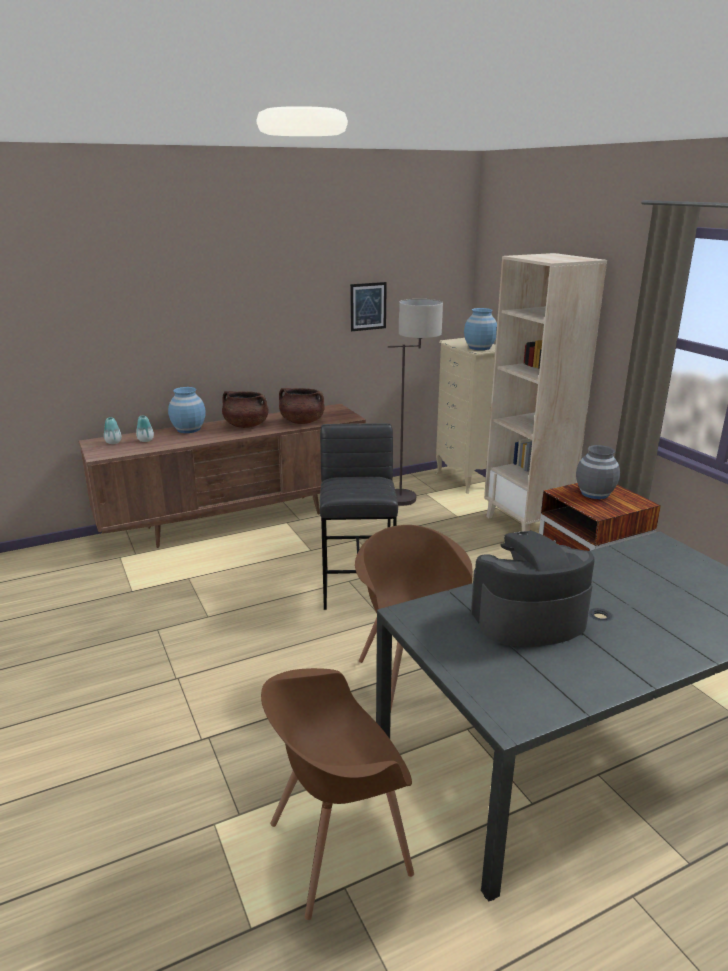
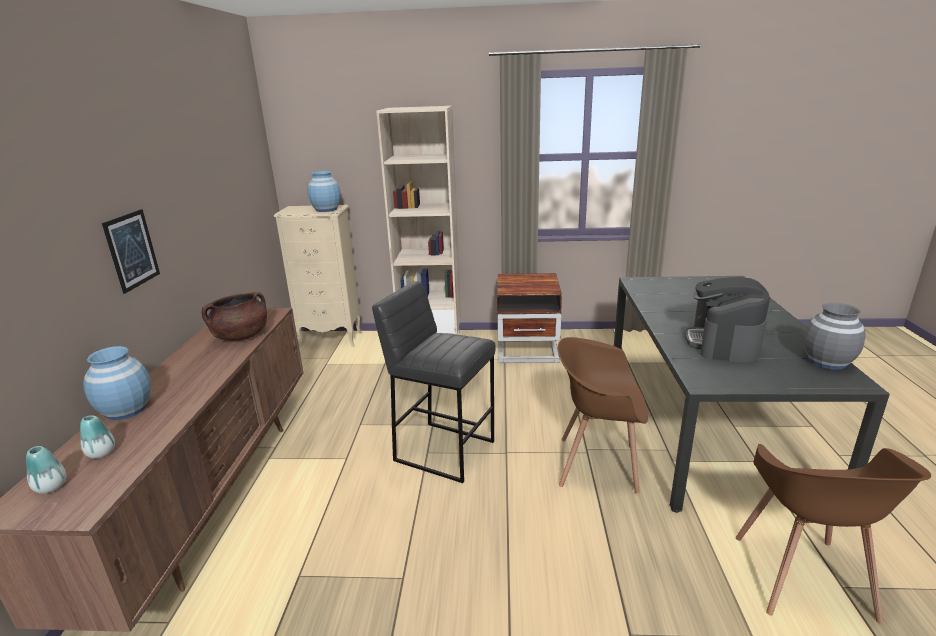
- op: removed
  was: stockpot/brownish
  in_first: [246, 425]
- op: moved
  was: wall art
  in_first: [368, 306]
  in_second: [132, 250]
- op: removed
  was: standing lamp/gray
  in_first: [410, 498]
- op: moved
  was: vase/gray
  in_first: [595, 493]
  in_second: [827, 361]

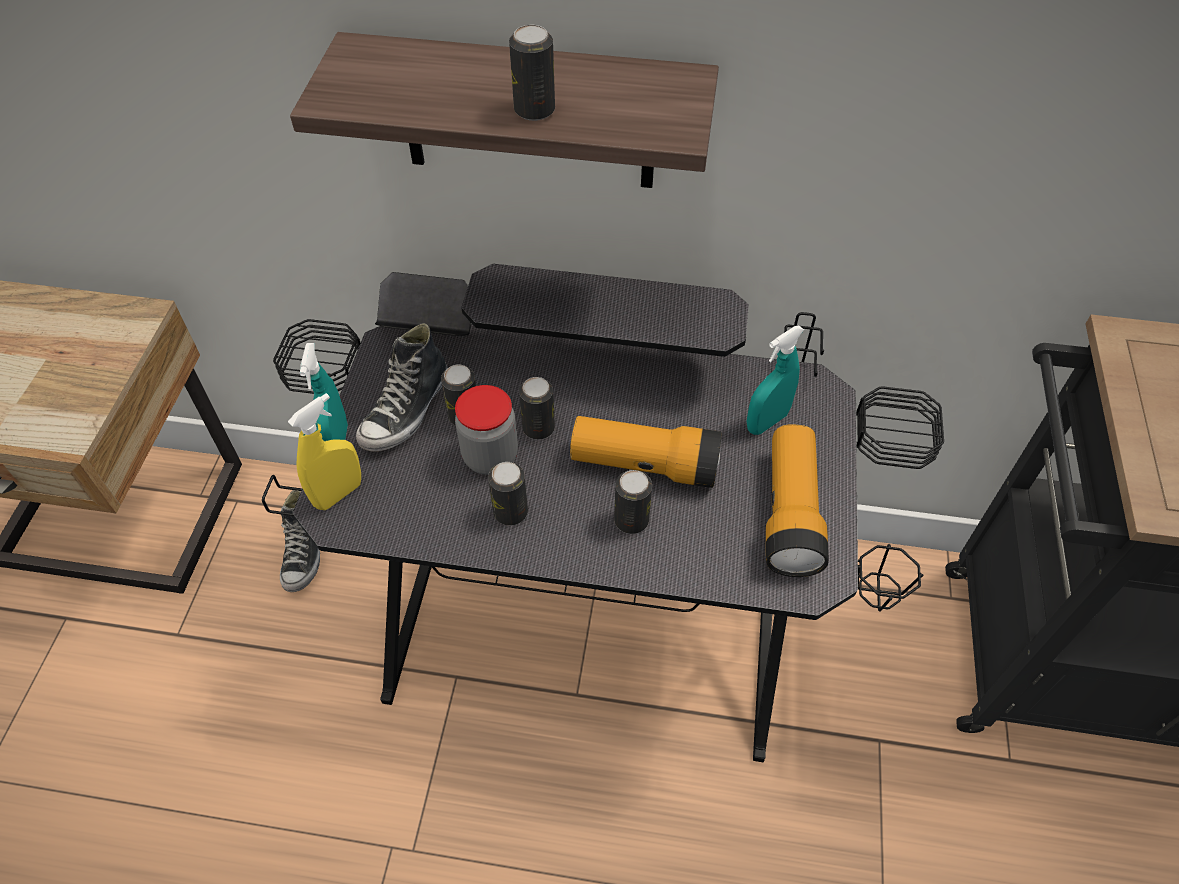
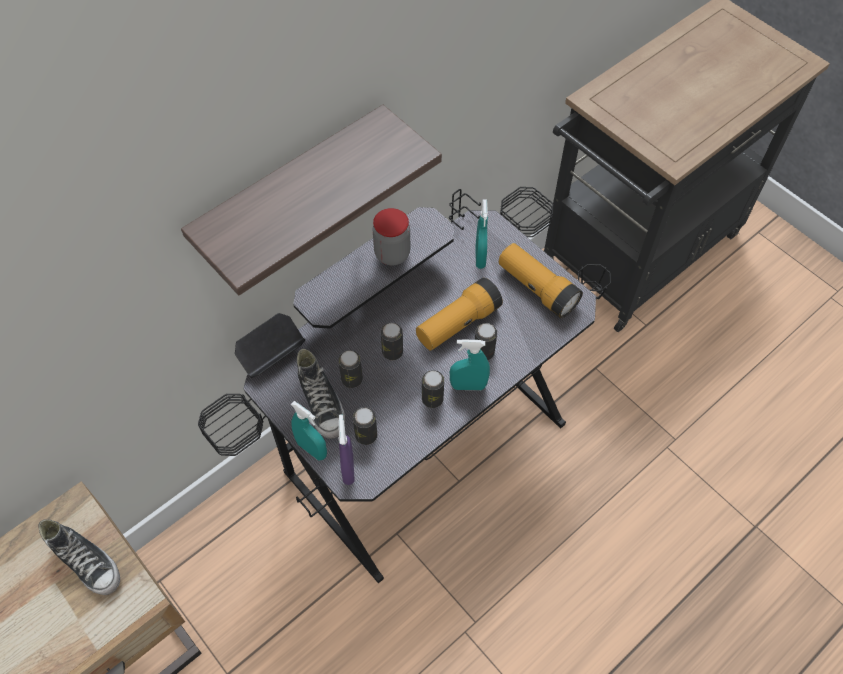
- op: moved
  was: low shoe
  in_first: [304, 553]
  in_second: [87, 562]
- op: recoloured
  was: hand sprayer/yellow
  now: hand sprayer/purple-coloured
  in_first: [339, 494]
  in_second: [348, 469]
- op: moved
  was: preserve jar
  in_first: [490, 456]
  in_second: [392, 254]
- op: moved
  was: sealed can
  in_first: [534, 110]
  in_second: [366, 435]
- op: added
  now: hand sprayer/turquoise
  in_second: [468, 386]

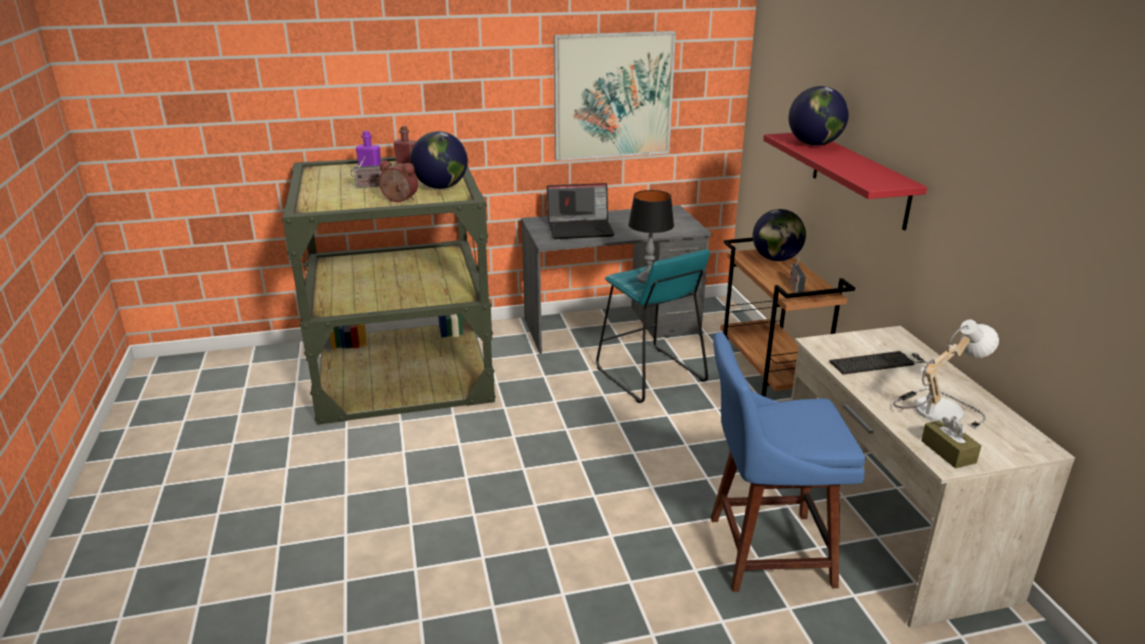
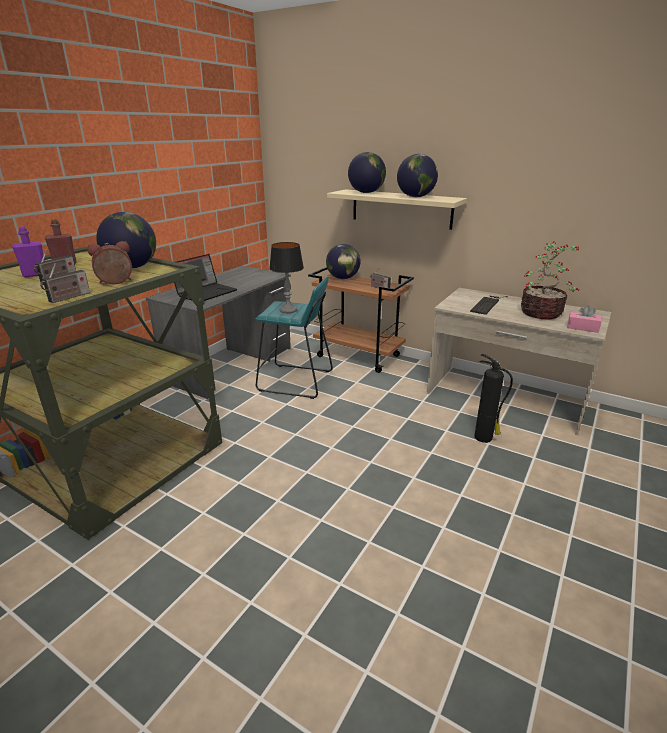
- op: removed
  was: wall art
  in_first: [613, 96]
- op: replaced
  was: sitting stool/blue
  now: extinguisher
  in_first: [763, 550]
  in_second: [484, 438]
- op: recoloured
  was: wall shelf/red-coloured
  now: wall shelf/beige-coloured
  in_first: [859, 179]
  in_second: [401, 209]
- op: replaced
  was: tabletop lamp
  now: plant in a pot
  in_first: [936, 408]
  in_second: [542, 313]
- op: recoloured
  was: tissue holder/brownish
  now: tissue holder/pink
  in_first: [948, 452]
  in_second: [582, 327]
- op: added
  now: radio set
  in_second: [68, 298]
- op: added
  now: world globe
  in_second: [416, 197]

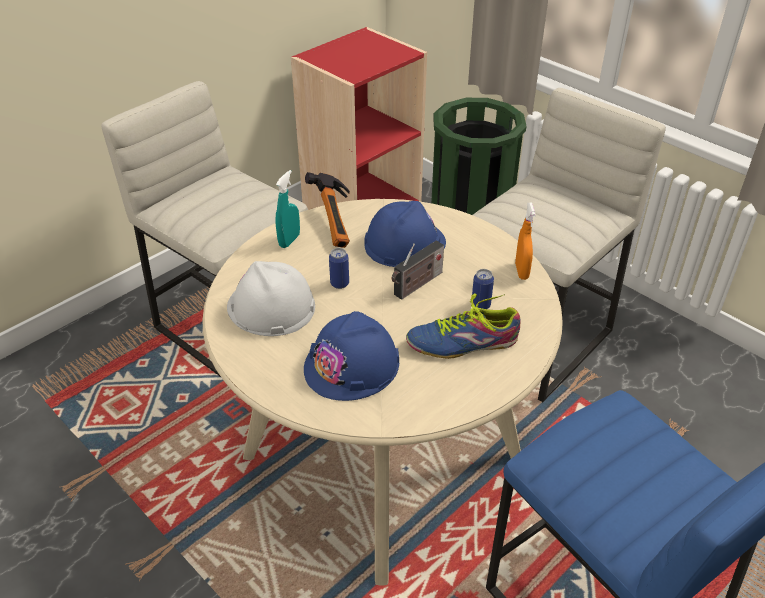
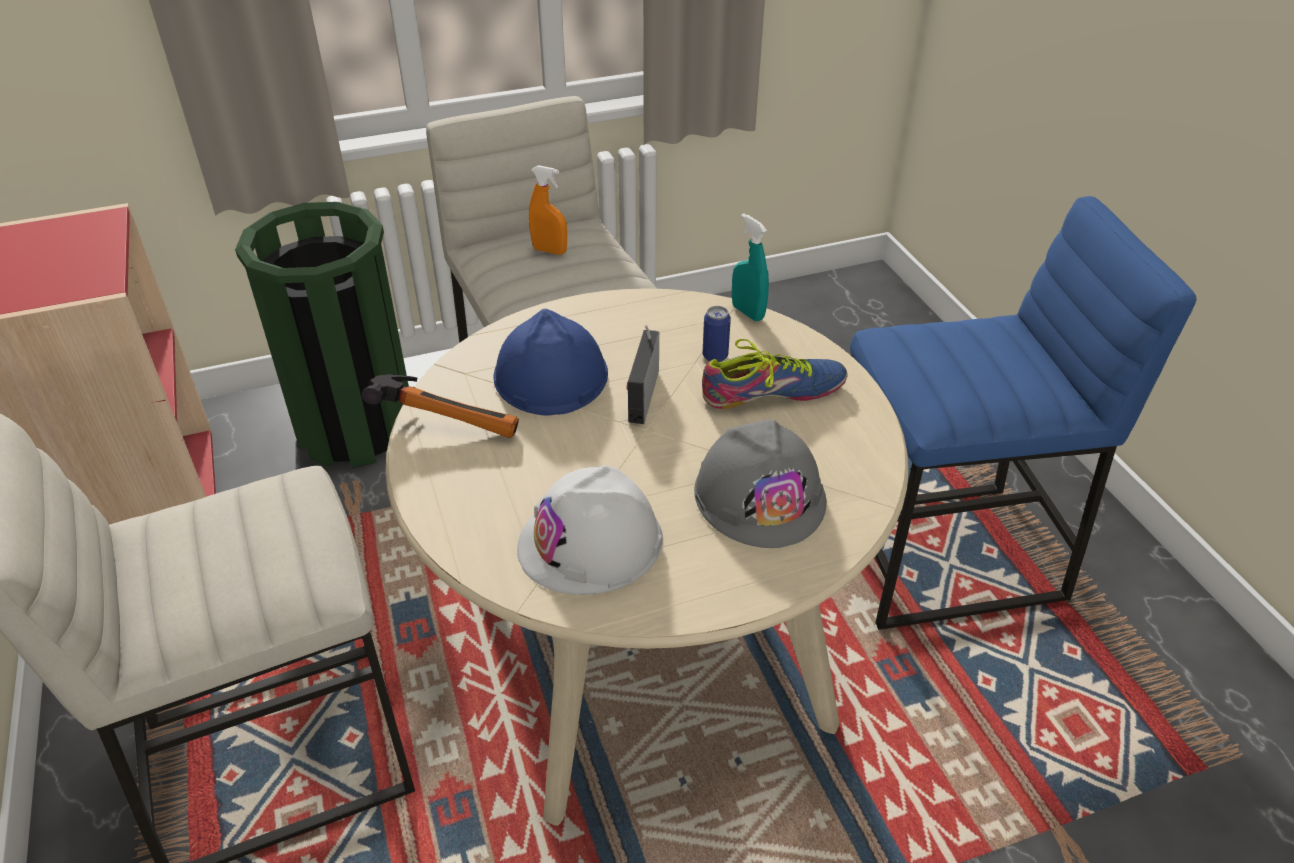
- op: moved
  was: hand sprayer/turquoise
  in_first: [289, 240]
  in_second: [747, 312]
- op: recoloured
  was: safety helmet/blue
  now: safety helmet/gray
  in_first: [352, 365]
  in_second: [760, 496]
- op: removed
  was: sealed can
  in_first: [339, 283]
- op: turned
  was: radio set
  in_first: [417, 285]
  in_second: [643, 393]
  clockwise: -150
- op: turned
  was: low shoe
  in_first: [463, 343]
  in_second: [772, 391]
  clockwise: -120
- op: moved
  was: hand sprayer/orangey
  in_first: [521, 271]
  in_second: [549, 251]

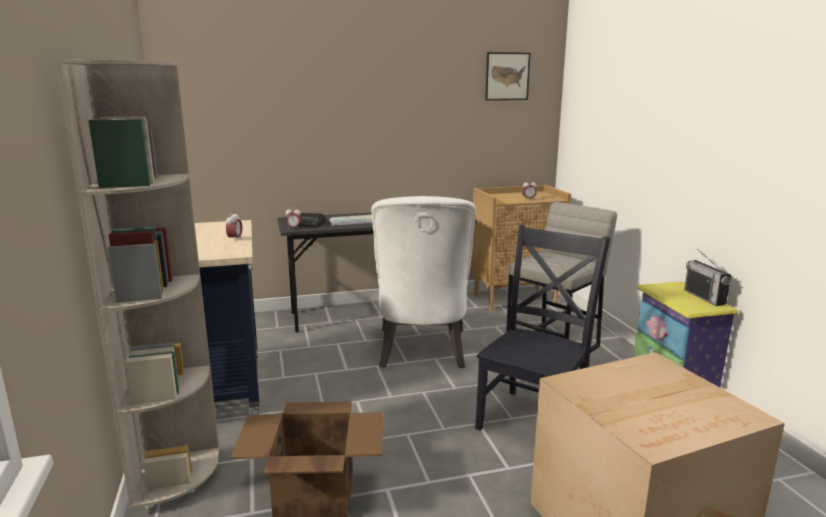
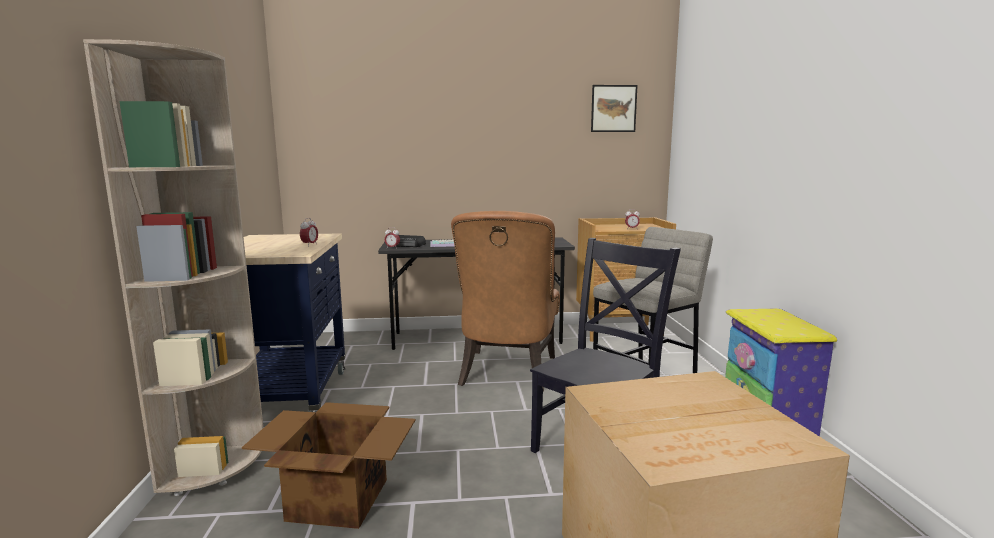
- op: recoloured
  was: upright chair/white
  now: upright chair/brownish
  in_first: [422, 348]
  in_second: [507, 371]
- op: removed
  was: radio set
  in_first: [704, 297]

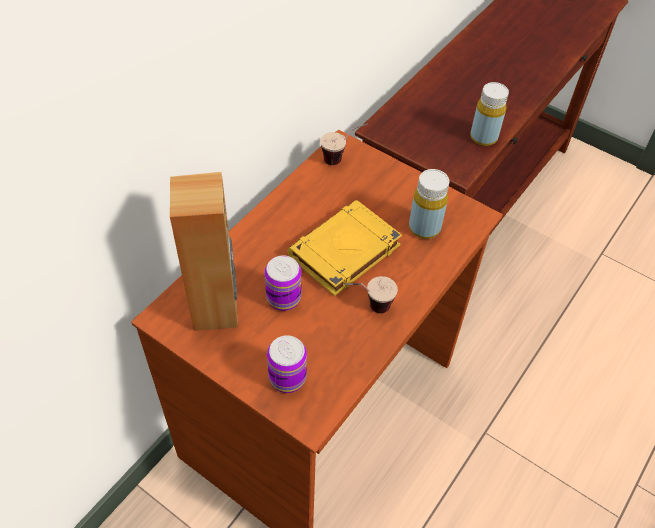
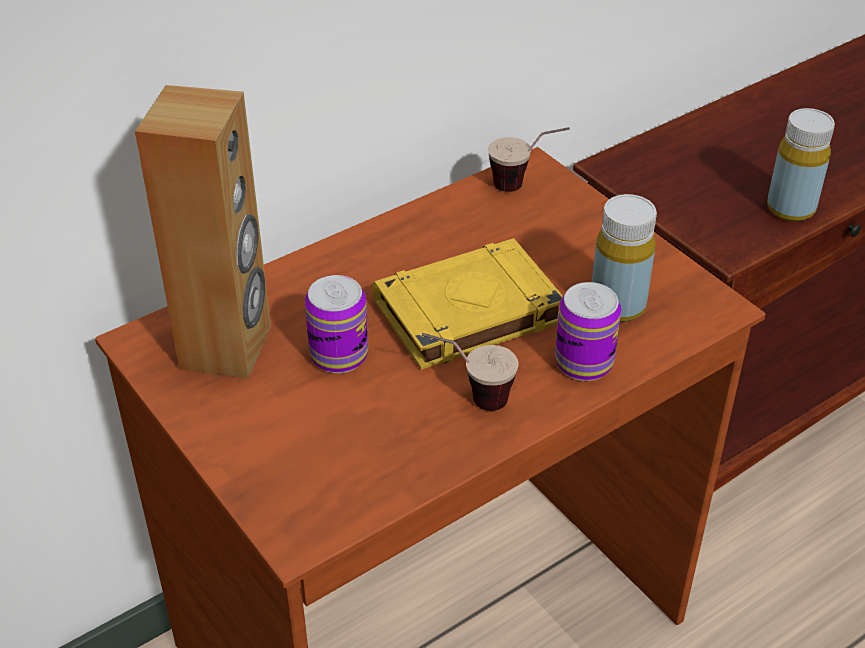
- op: moved
  was: sealed can
  in_first: [287, 378]
  in_second: [584, 362]

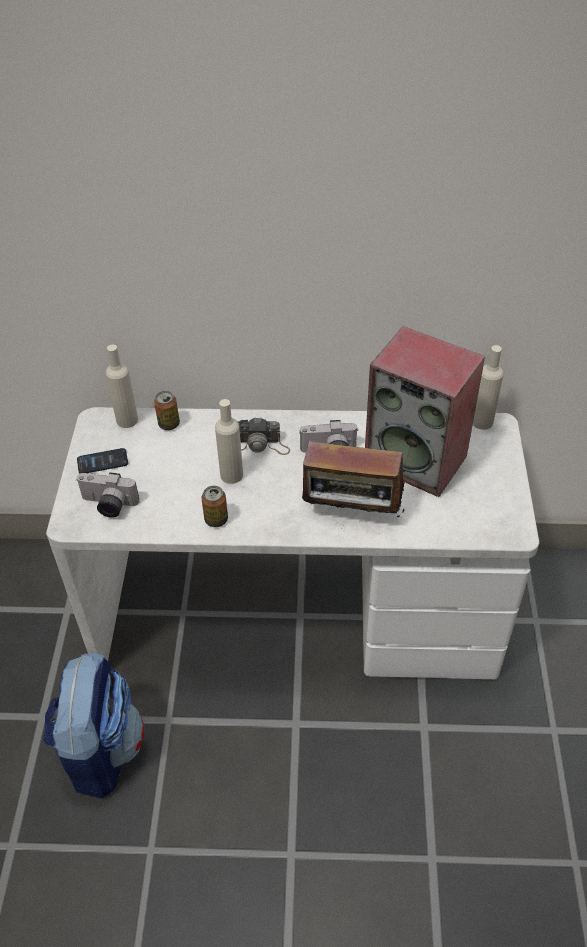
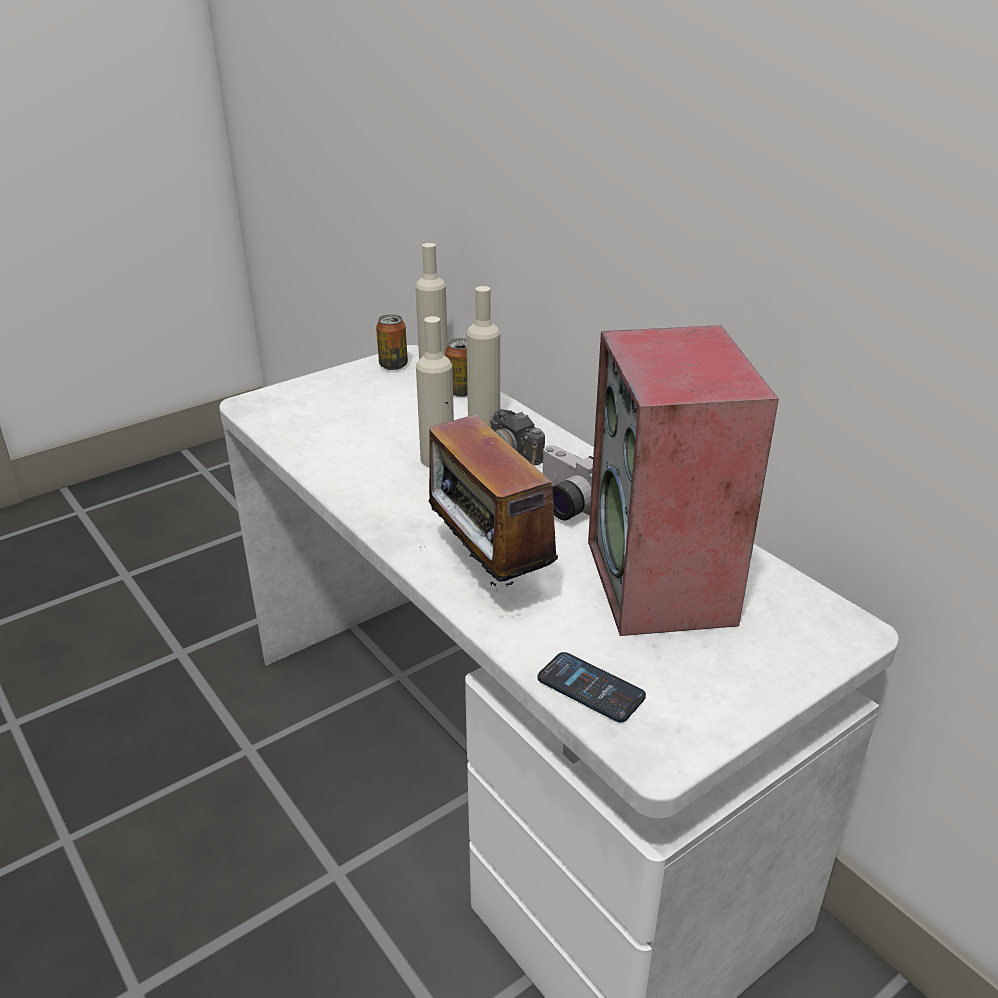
- op: removed
  was: backpack
  in_first: [100, 749]
- op: removed
  was: photo camera
  in_first: [108, 505]
- op: moved
  was: phone
  in_first: [102, 462]
  in_second: [590, 688]
- op: moved
  was: sealed can
  in_first: [216, 519]
  in_second: [393, 365]
- op: moved
  was: drink bottle/beige-coloured
  in_first: [482, 421]
  in_second: [484, 422]

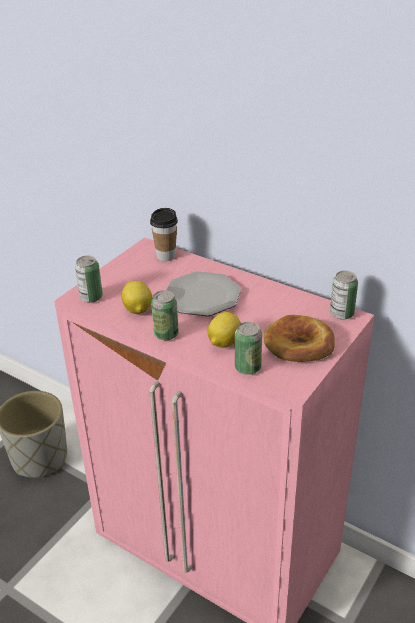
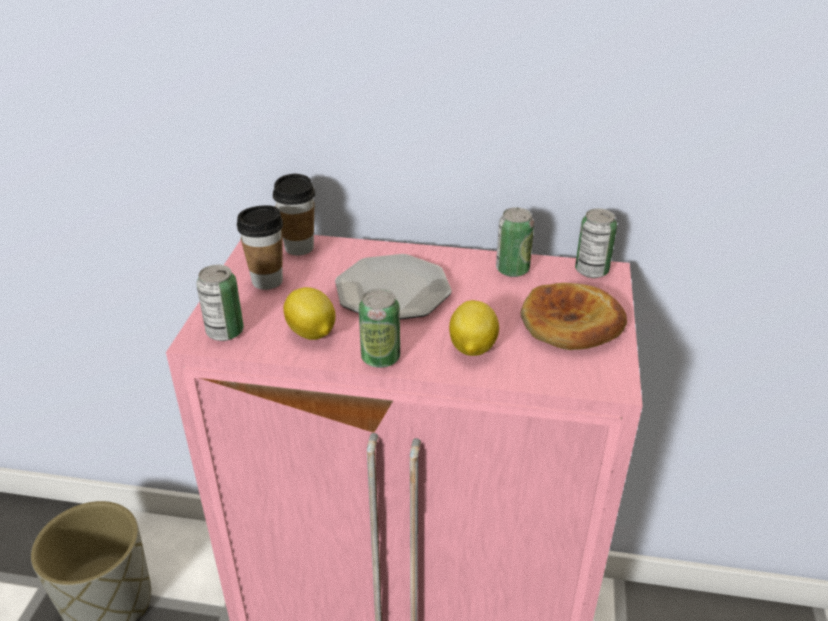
- op: moved
  was: sealed can
  in_first: [247, 368]
  in_second: [512, 270]
- op: added
  now: small cup
  in_second: [267, 281]

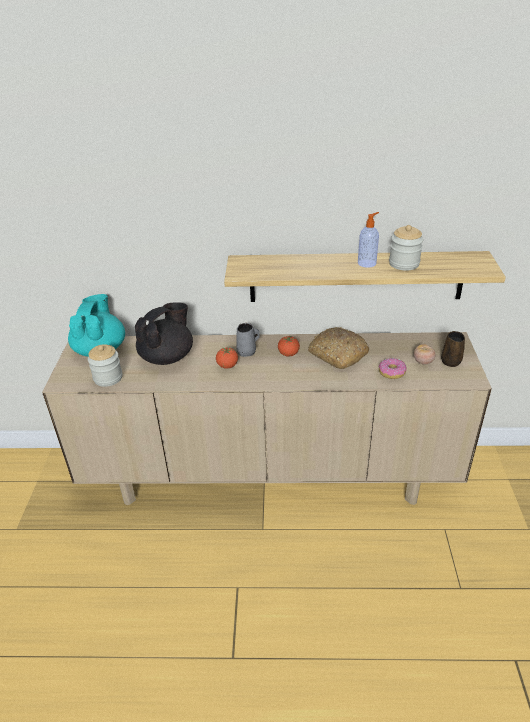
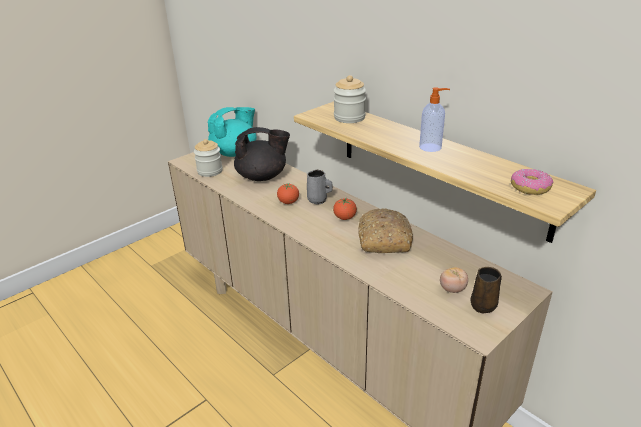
- op: moved
  was: donut
  in_first: [392, 372]
  in_second: [530, 188]
- op: moved
  was: preserve jar
  in_first: [404, 264]
  in_second: [349, 118]

